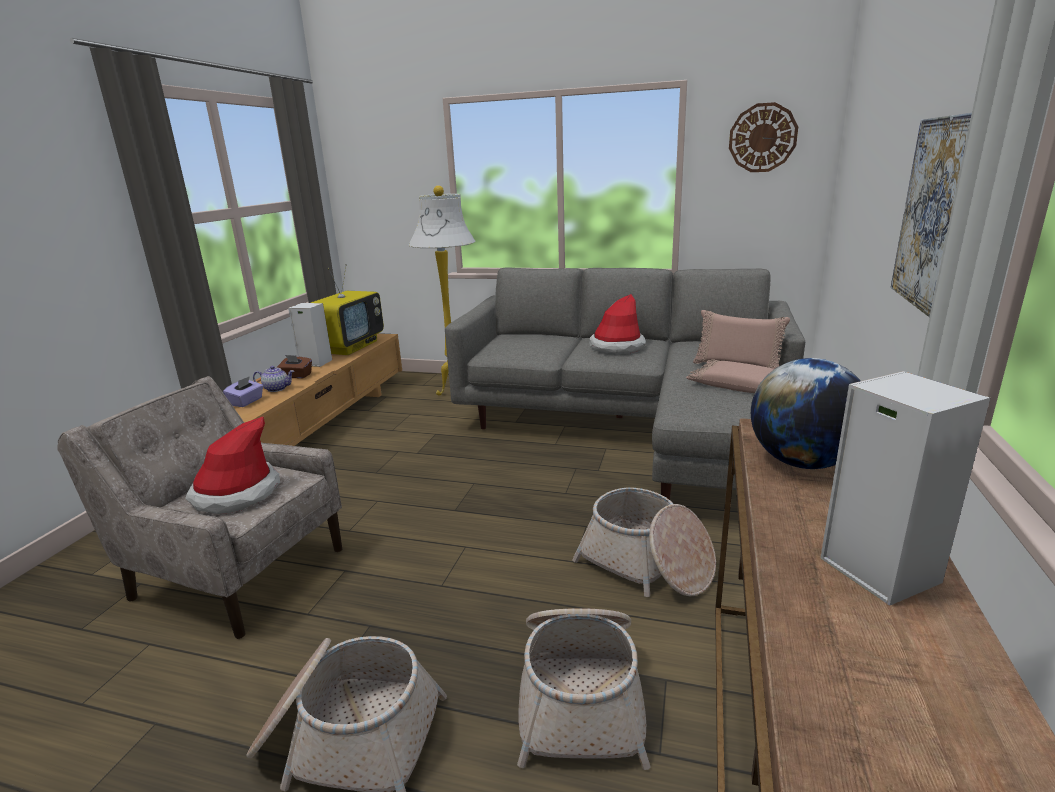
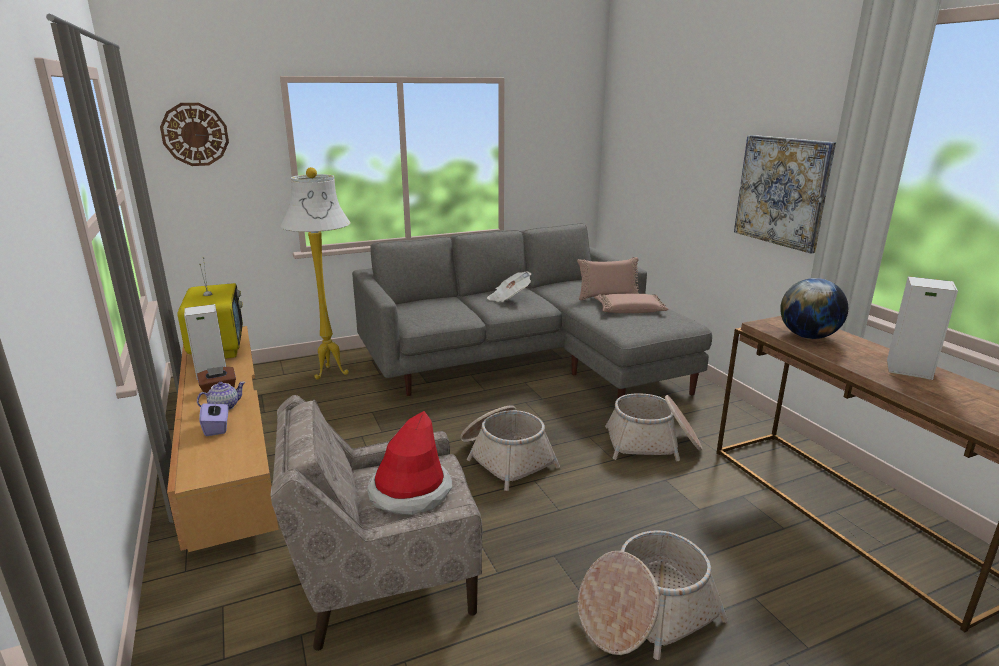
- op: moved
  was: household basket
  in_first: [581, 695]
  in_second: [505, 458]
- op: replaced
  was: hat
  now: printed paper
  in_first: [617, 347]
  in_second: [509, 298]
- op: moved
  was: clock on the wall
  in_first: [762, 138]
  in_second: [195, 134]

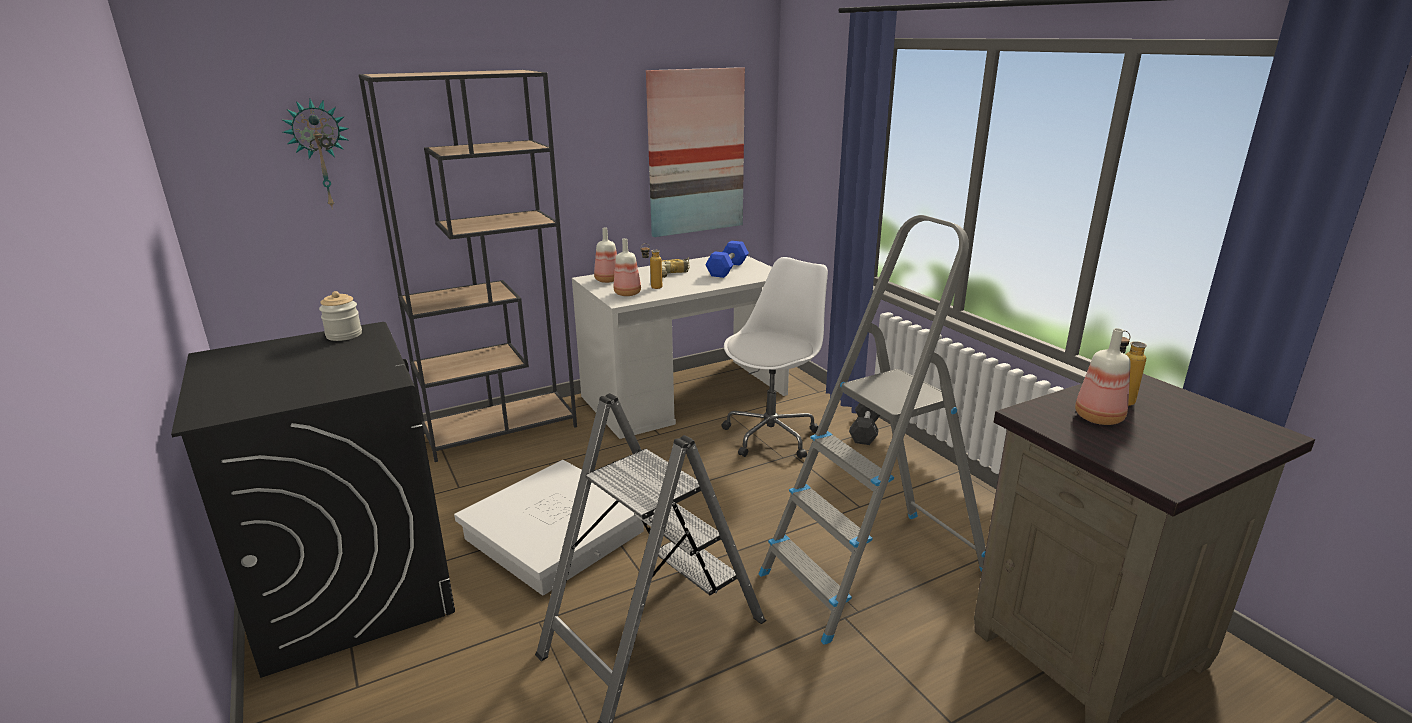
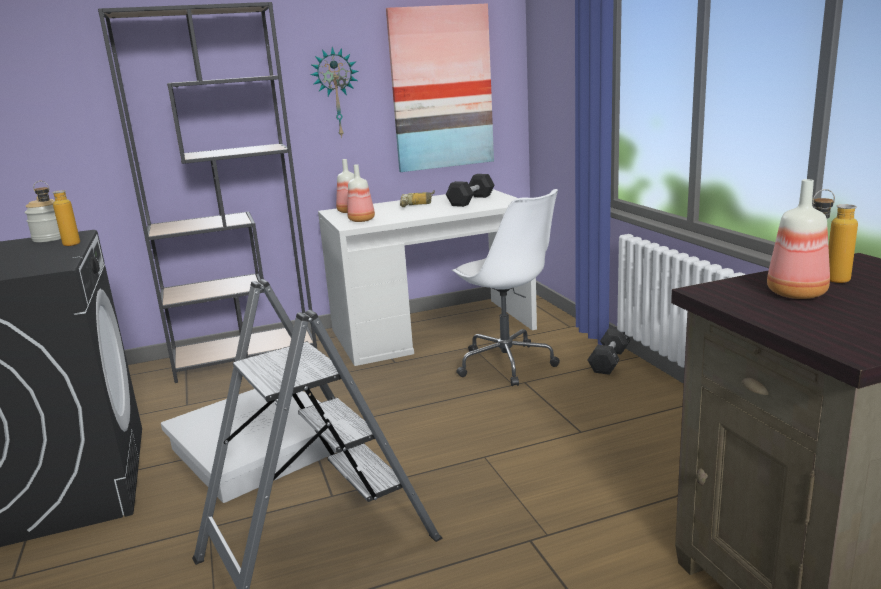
- op: moved
  was: clock on the wall
  in_first: [320, 154]
  in_second: [336, 93]
- op: moved
  was: drink bottle
  in_first: [652, 288]
  in_second: [64, 245]
- op: recoloured
  was: dumbbell/blue
  now: dumbbell/blackish
  in_first: [727, 269]
  in_second: [471, 200]
- op: turned
  was: computer chair/white
  in_first: [772, 436]
  in_second: [508, 365]
  clockwise: 90
- op: removed
  was: step stool/gray
  in_first: [873, 572]

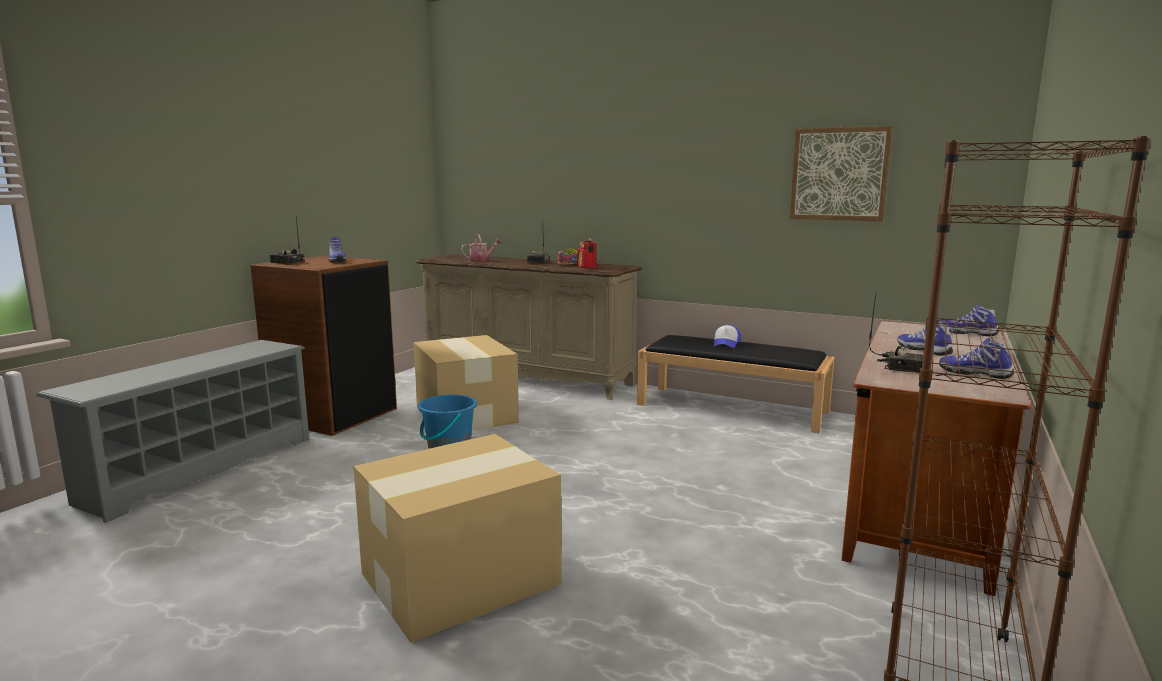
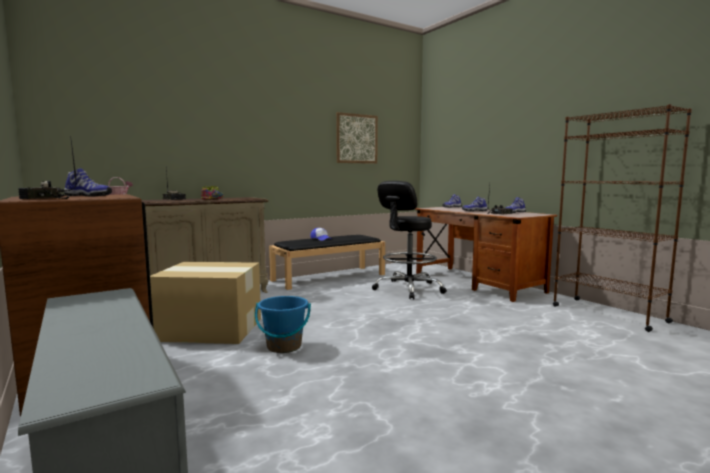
- op: removed
  was: packing box
  in_first: [457, 579]
- op: removed
  was: radio set
  in_first: [587, 267]
- op: added
  now: sitting stool/blackish
  in_second: [408, 289]

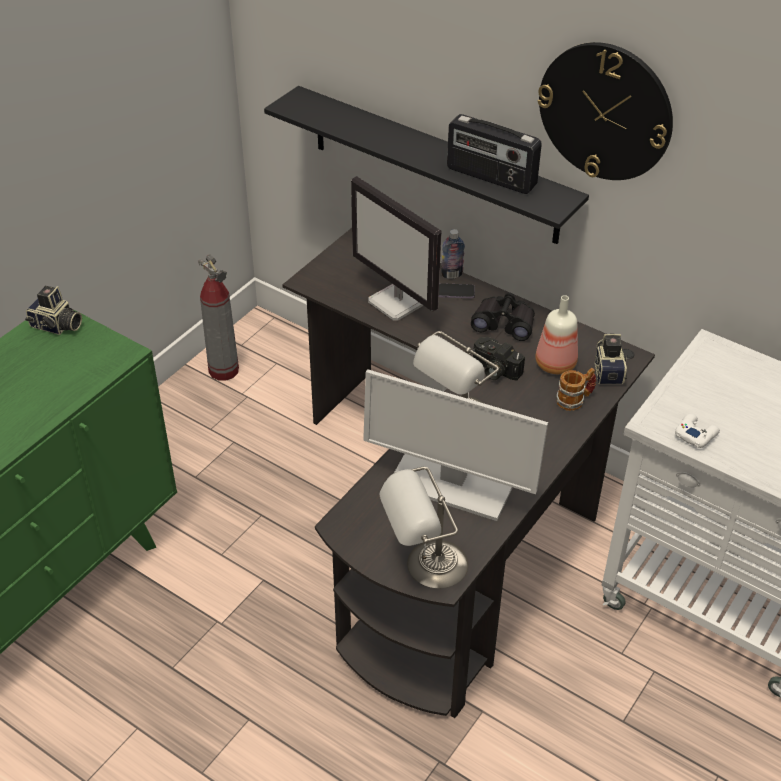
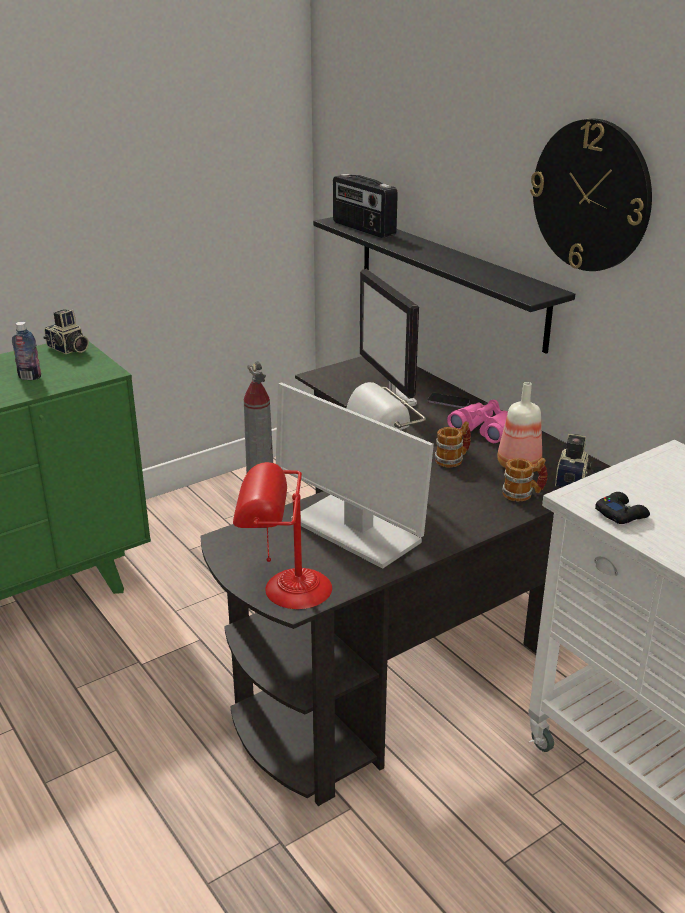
- op: recoloured
  was: tabletop lamp/white
  now: tabletop lamp/red-coloured
  in_first: [425, 568]
  in_second: [283, 589]
- op: moved
  was: drink bottle
  in_first: [451, 275]
  in_second: [30, 377]
- op: moved
  was: radio set
  in_first: [490, 177]
  in_second: [363, 229]
- op: recoloured
  was: binoculars/blackish
  now: binoculars/pink
  in_first: [504, 323]
  in_second: [484, 429]
- op: replaced
  was: photo camera
  now: coffee mug
  in_first: [494, 370]
  in_second: [453, 459]
- op: recoloured
  was: game controller/white
  now: game controller/blackish
  in_first: [695, 434]
  in_second: [621, 514]

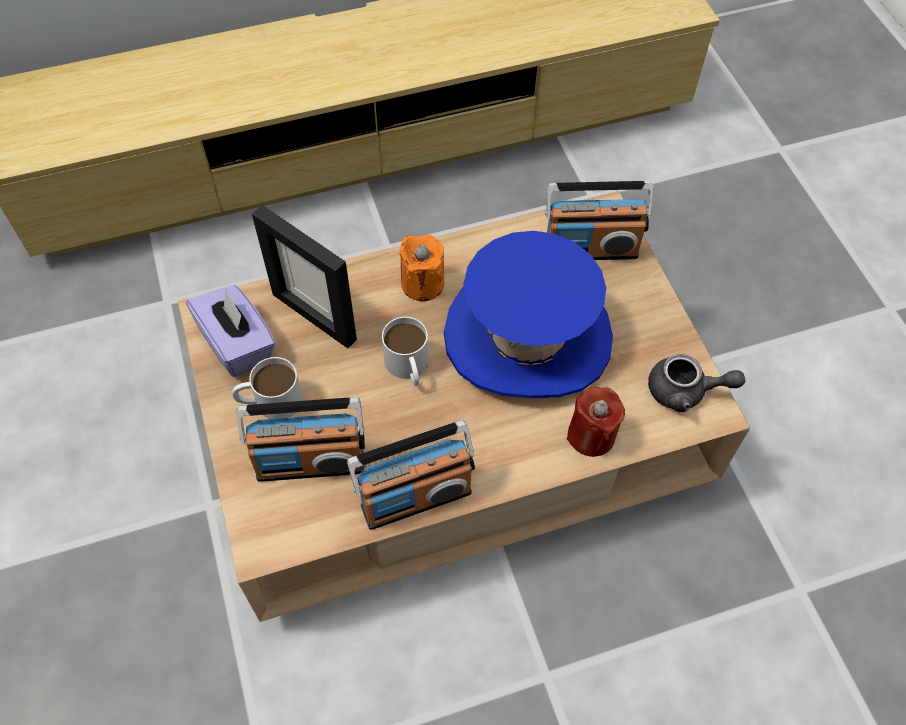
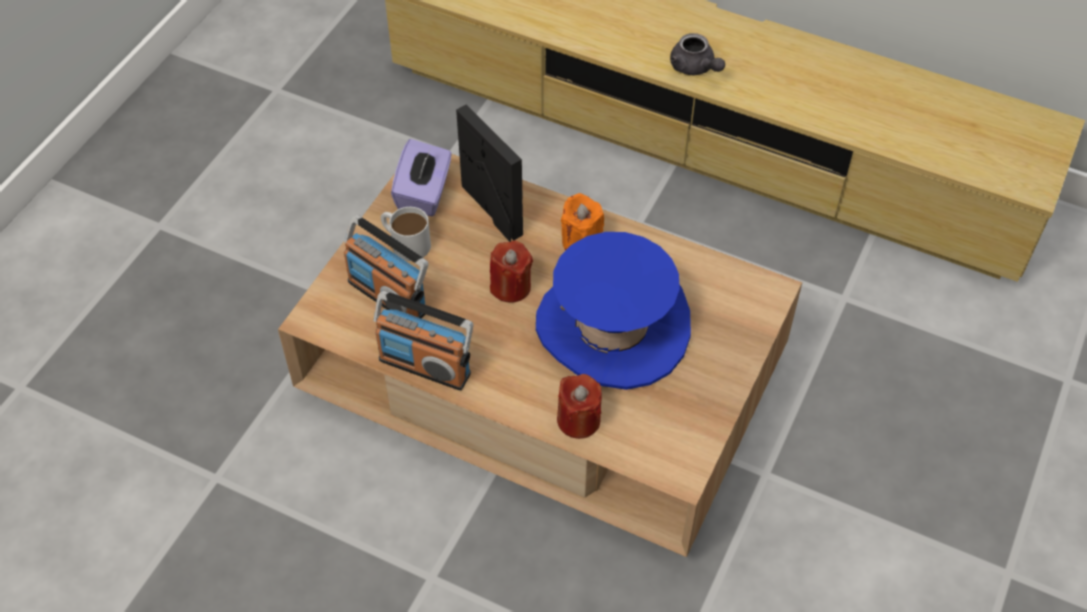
- op: turned
  was: standing frame
  in_first: [315, 315]
  in_second: [490, 211]
  clockwise: 150
- op: replaced
  was: coffee mug/white
  now: candle/red-coloured
  in_first: [408, 367]
  in_second: [510, 287]
- op: removed
  was: radio set
  in_first: [590, 249]
- op: moved
  was: tea pot/gray
  in_first: [685, 392]
  in_second: [695, 68]

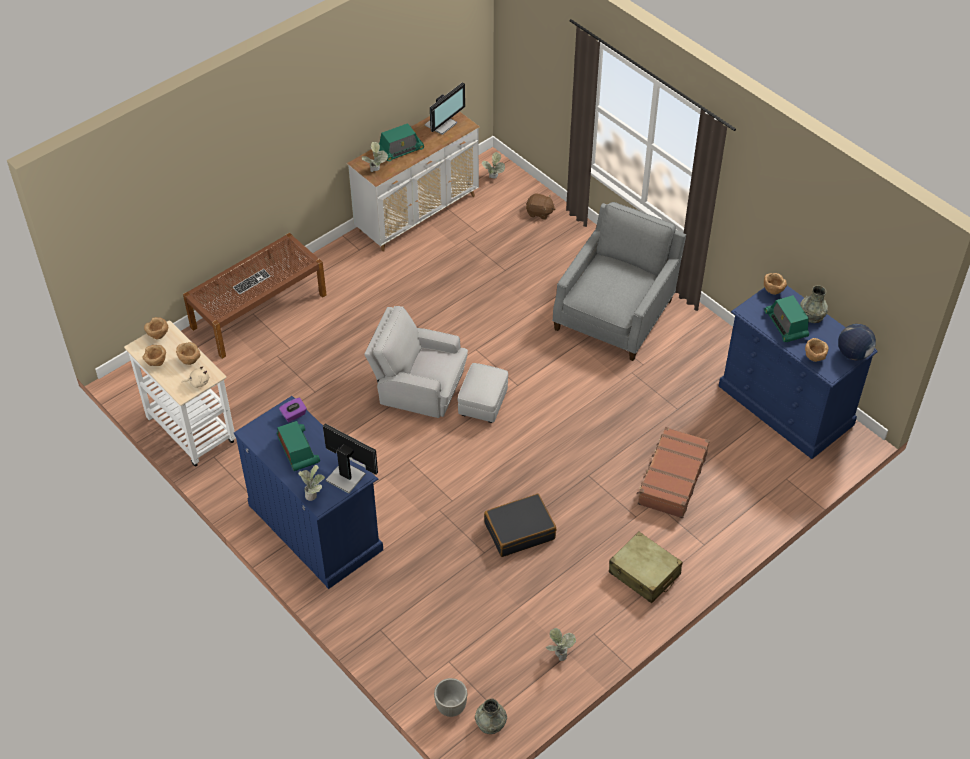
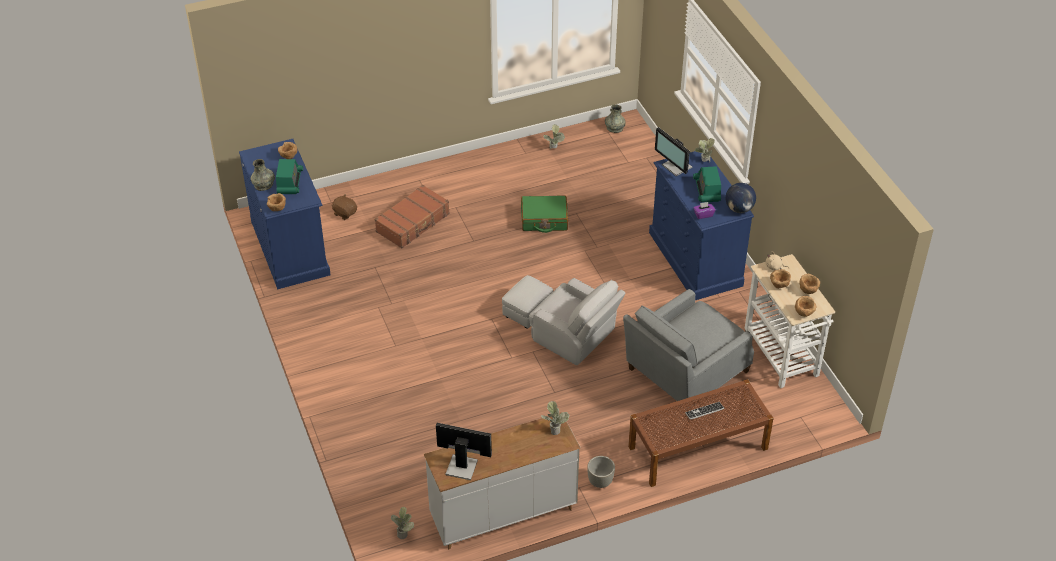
- op: removed
  was: radio set
  in_first: [400, 150]
- op: turned
  was: monitor
  in_first: [442, 124]
  in_second: [461, 466]
  clockwise: 45
- op: moved
  was: plant pot/gray
  in_first: [450, 707]
  in_second: [600, 482]
- op: recoloured
  was: travel case/blackish
  now: travel case/greenish
  in_first: [519, 531]
  in_second: [544, 219]
- op: moved
  was: cuddly toy/brownish
  in_first: [539, 213]
  in_second: [345, 213]
- op: moved
  was: lounge chair/gray
  in_first: [615, 312]
  in_second: [685, 372]
- op: removed
  was: travel case/beige-coloured
  in_first: [644, 574]
- op: moved
  was: world globe
  in_first: [853, 354]
  in_second: [739, 209]

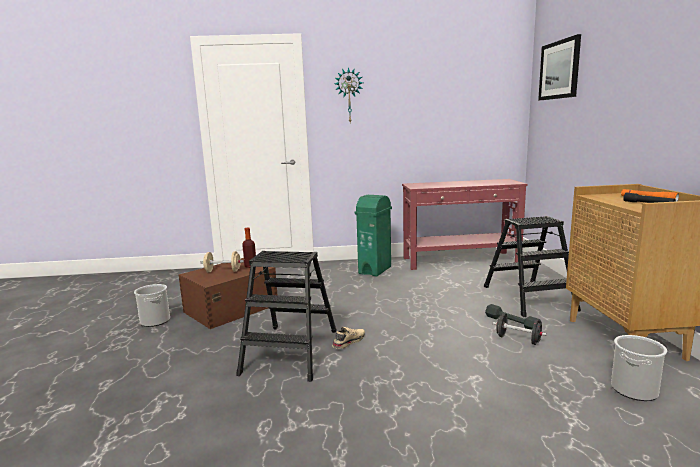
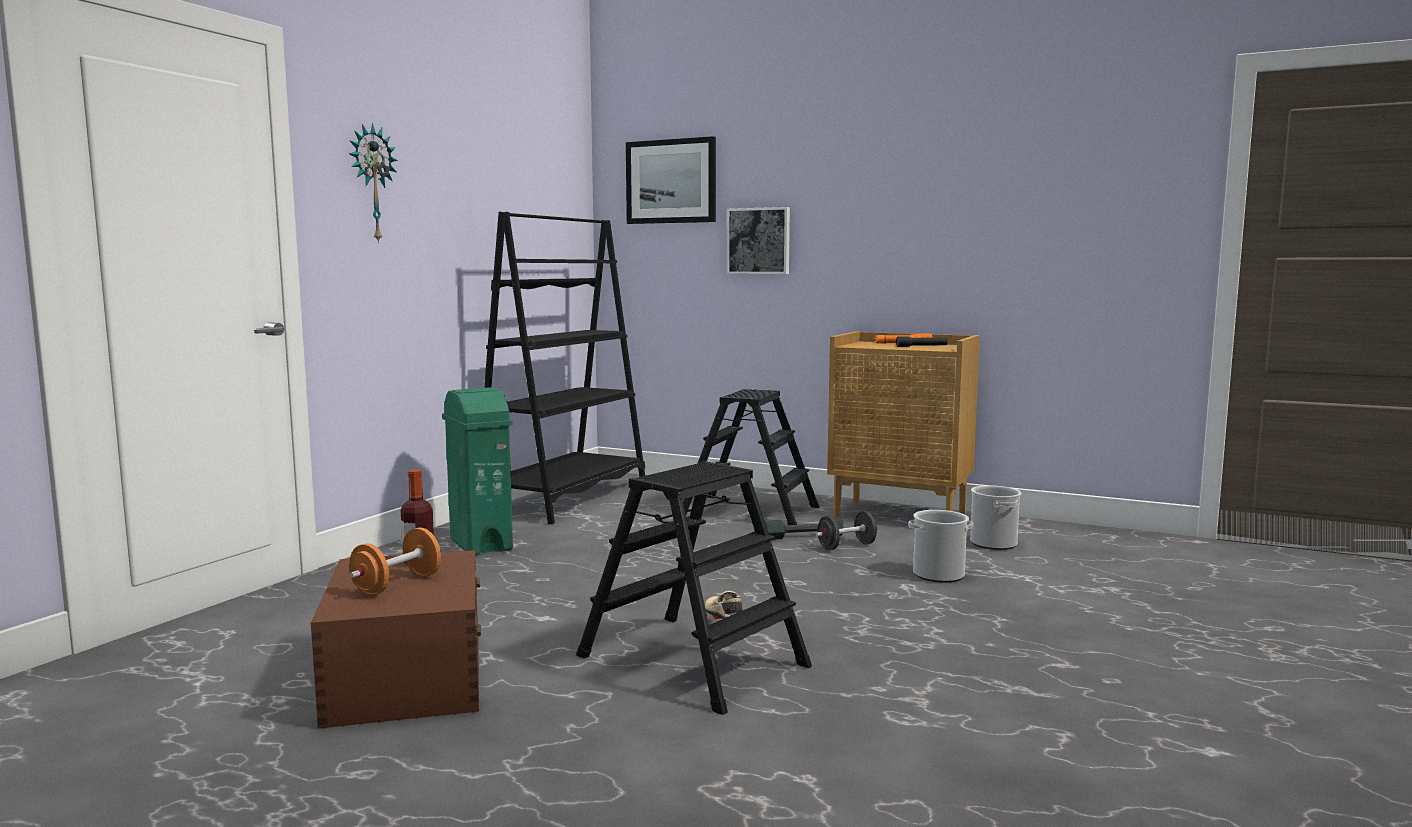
- op: moved
  was: bucket
  in_first: [155, 321]
  in_second: [938, 575]
- op: recoloured
  was: dumbbell/beige-coloured
  now: dumbbell/orangey
  in_first: [223, 271]
  in_second: [397, 584]
- op: replaced
  was: narrow table/red-coloured
  now: bookshelf/blackish
  in_first: [461, 261]
  in_second: [566, 499]
- op: added
  now: wall art
  in_second: [759, 241]

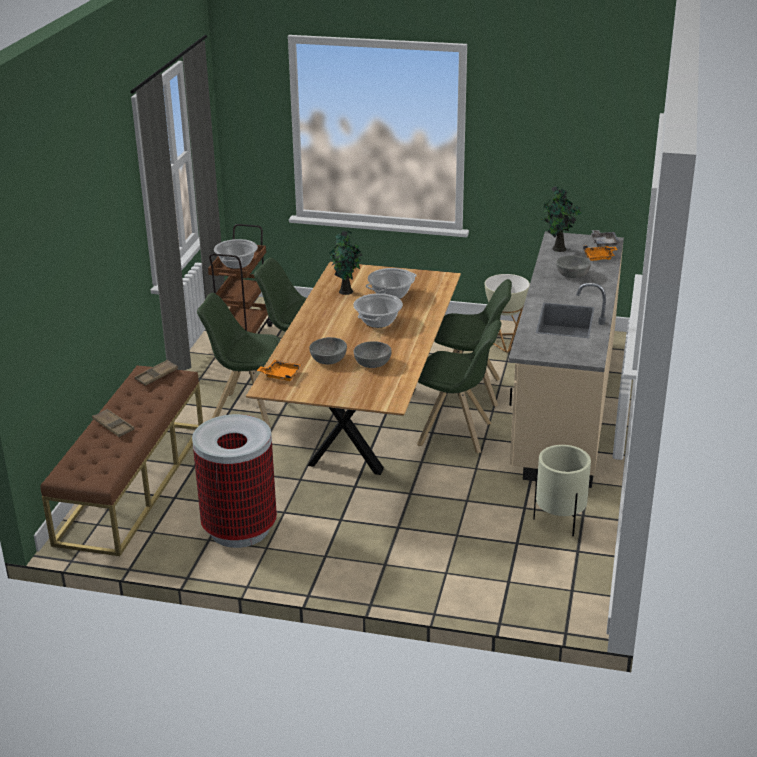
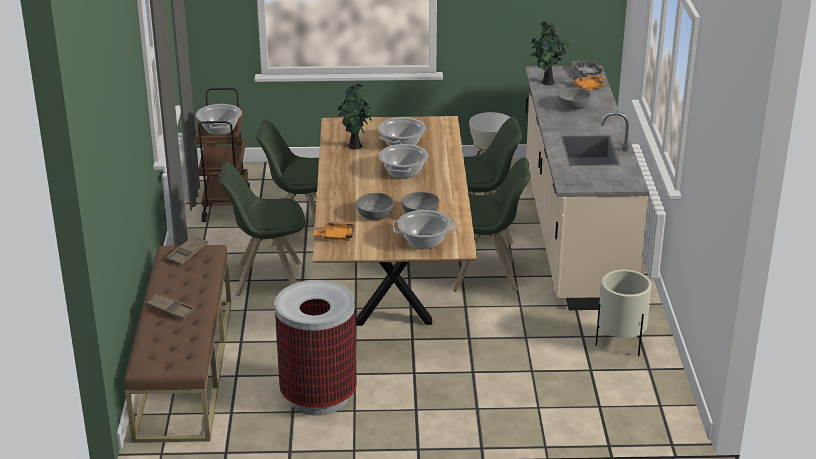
- op: added
  now: stockpot
  in_second: [424, 242]

